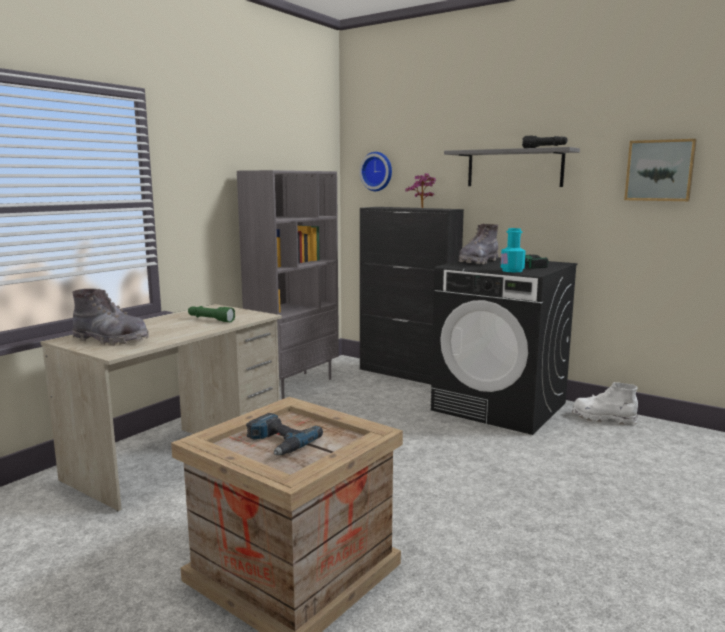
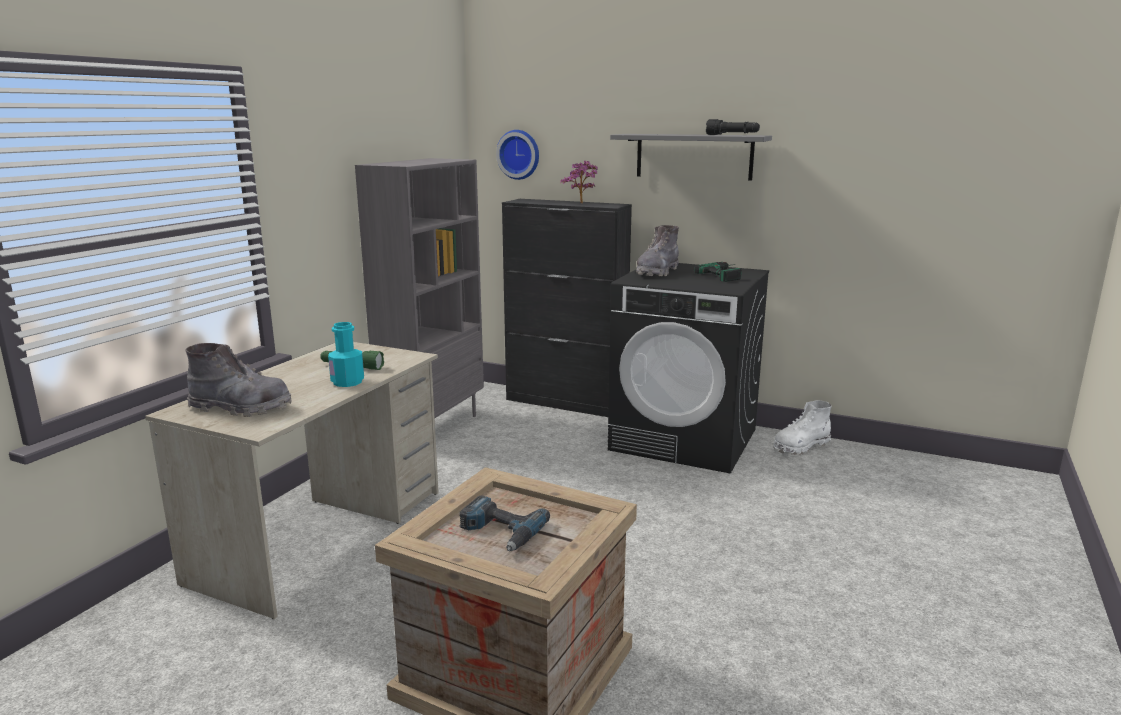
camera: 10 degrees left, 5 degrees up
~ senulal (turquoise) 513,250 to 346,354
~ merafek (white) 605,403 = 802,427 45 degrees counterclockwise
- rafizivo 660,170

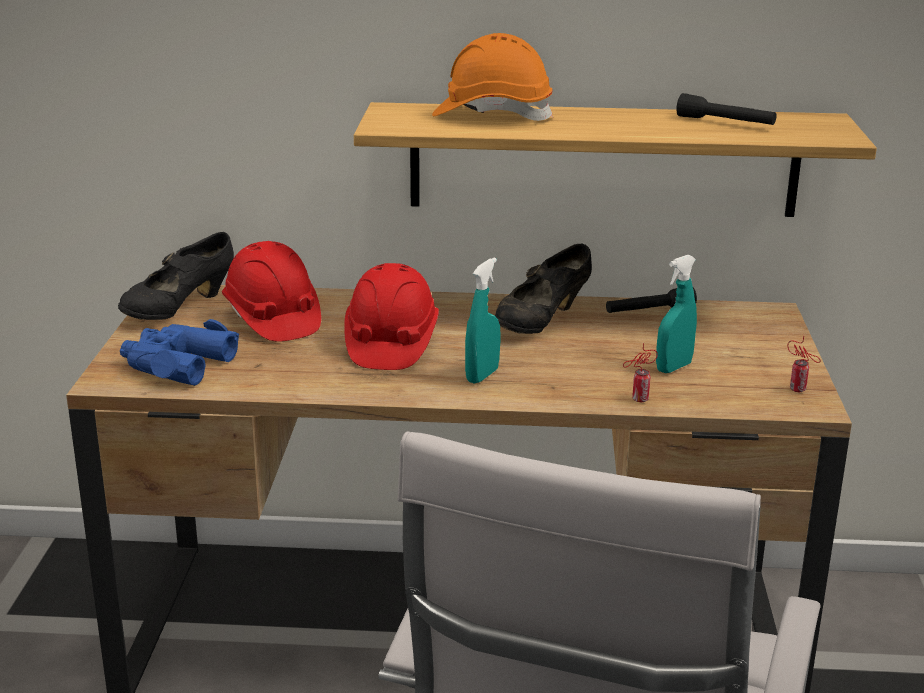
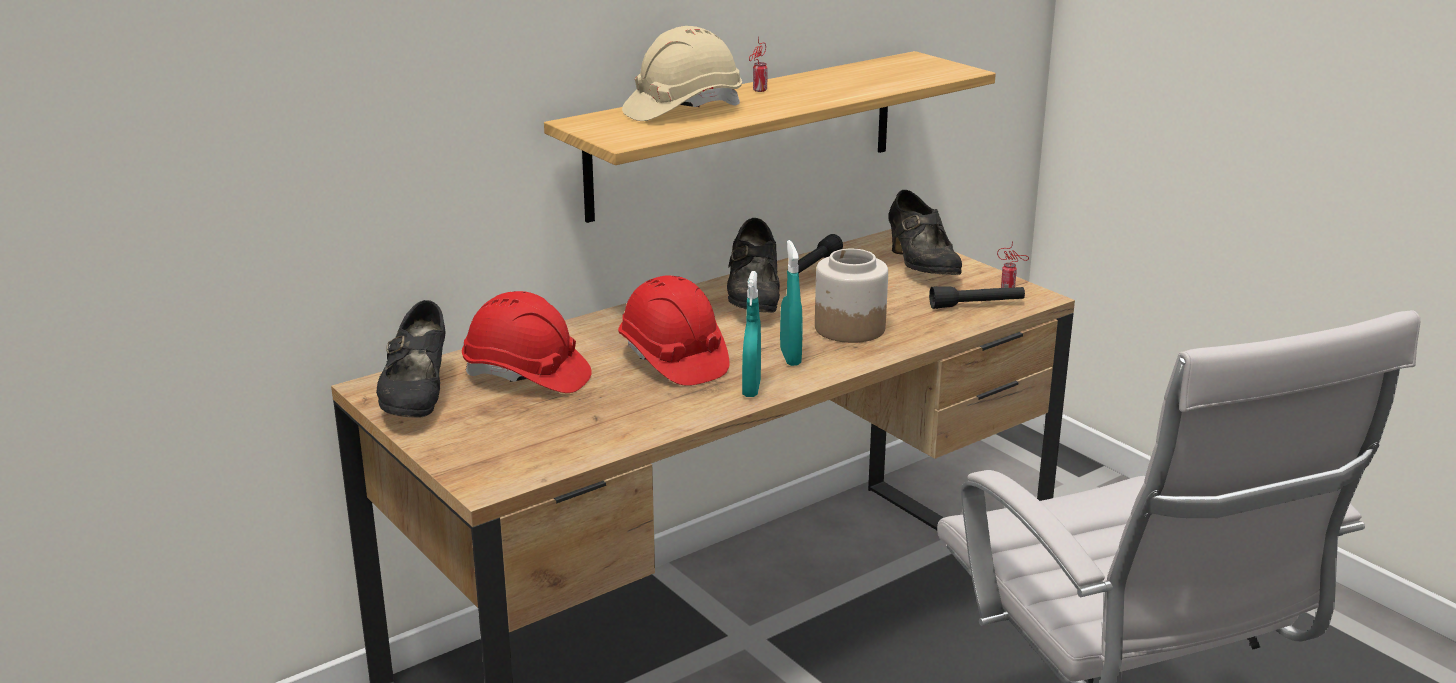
camera: 40 degrees left, 0 degrees up
~ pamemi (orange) 492,77 to pamemi (beige) 682,73
~ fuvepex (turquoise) 676,314 to 751,334
~ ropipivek 640,372 to 758,64
+ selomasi 851,296
+ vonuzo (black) 925,232
~ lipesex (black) 726,109 to 977,297
- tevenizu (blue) 179,352

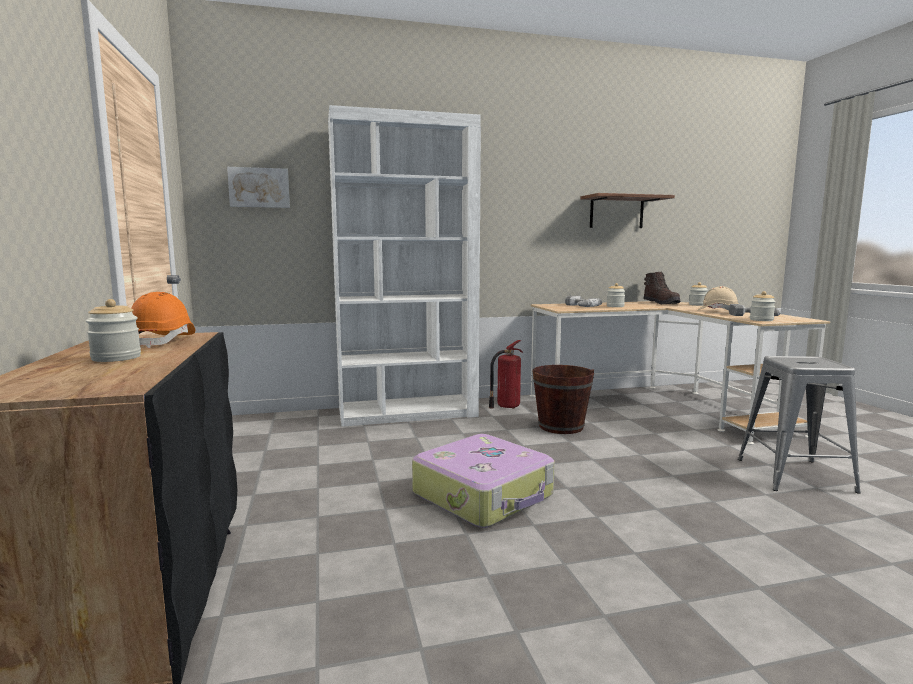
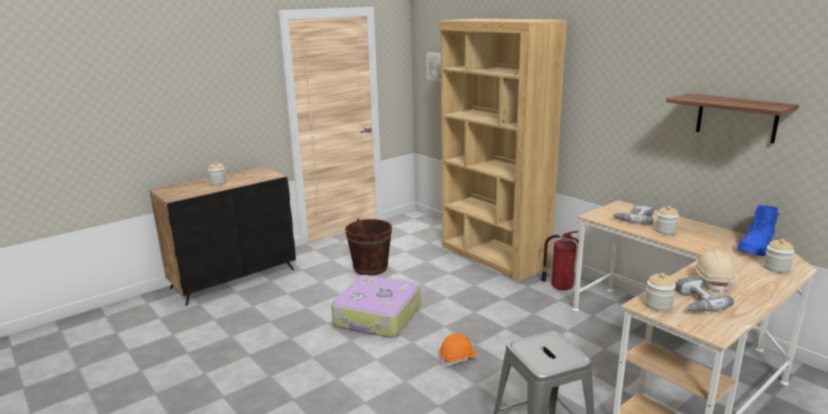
camera: 65 degrees right, 10 degrees up
~ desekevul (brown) 563,399 to 368,247
~ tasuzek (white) 404,266 to tasuzek (brown) 503,150
~ pamemi (orange) 163,320 to 458,349
~ merafek (brown) 662,288 to merafek (blue) 758,230

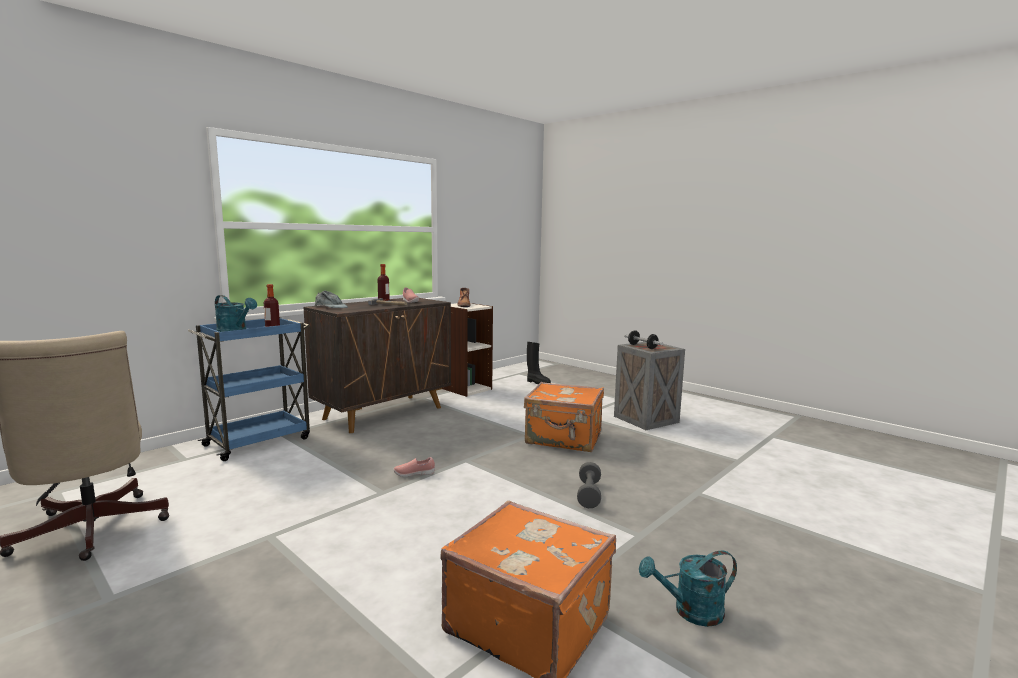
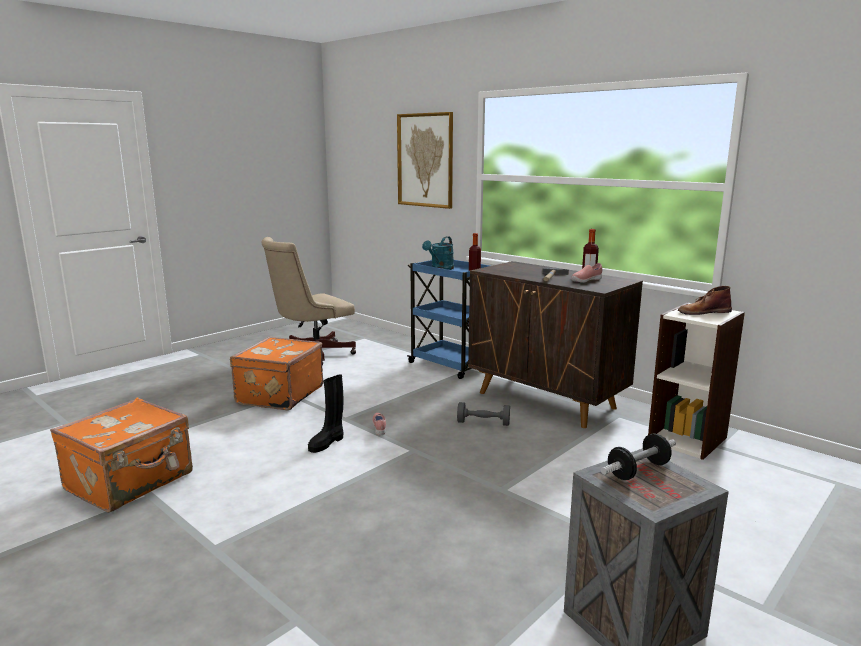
camera: 90 degrees right, 5 degrees up
~ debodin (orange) 564,417 to 276,373
~ merafek (black) 539,363 to 325,413
+ rafizivo 425,160
~ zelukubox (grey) 589,485 to 483,414
- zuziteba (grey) 331,299
- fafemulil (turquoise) 688,588

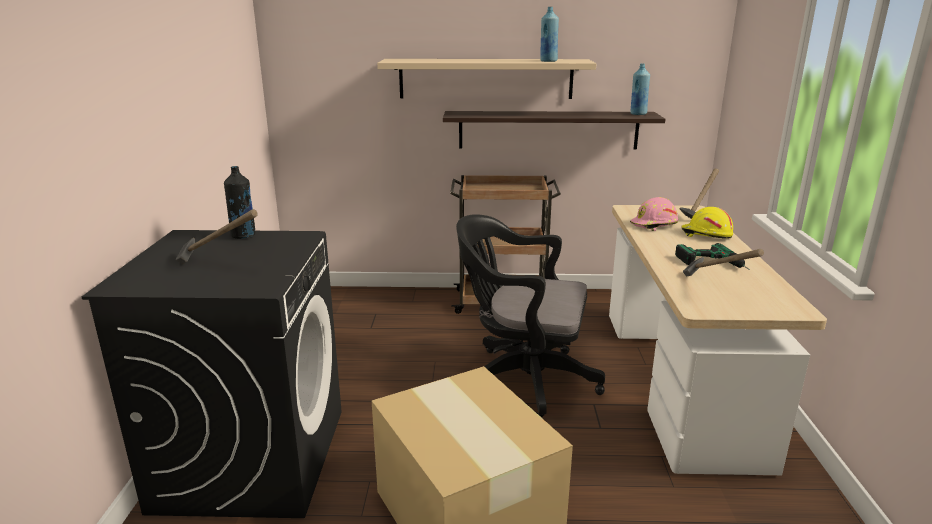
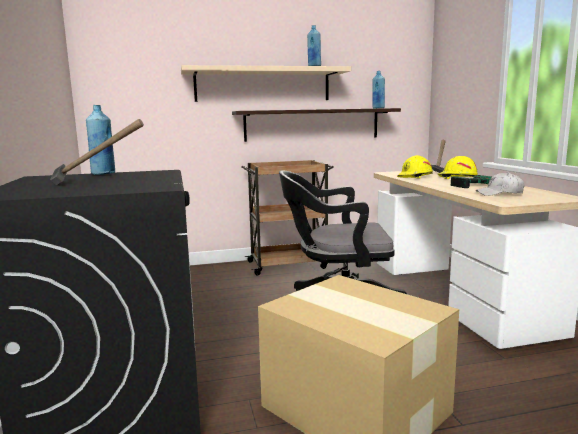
camera: 15 degrees left, 10 degrees down
~ senulal (black) 239,202 to senulal (blue) 100,140
~ pamemi (pink) 654,214 to pamemi (yellow) 415,167
~ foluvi 723,263 to zuziteba (white) 500,184

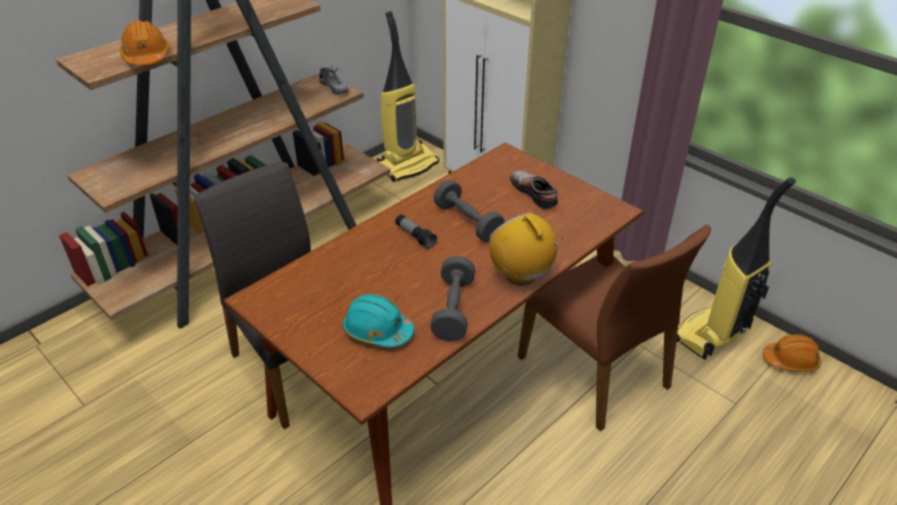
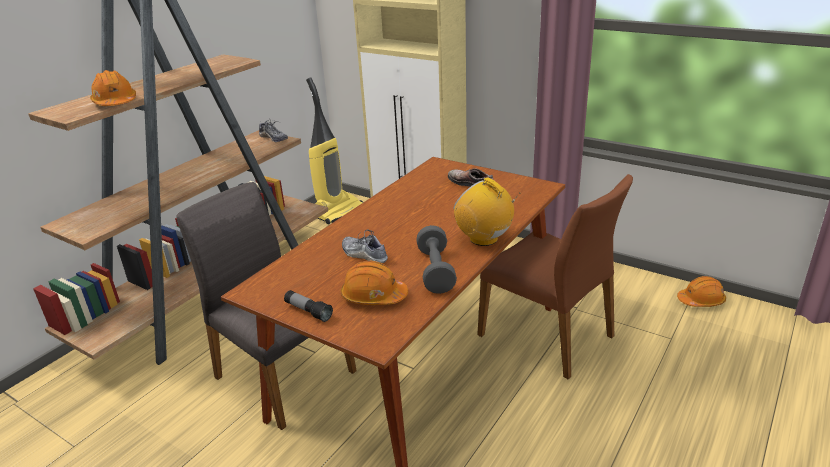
camera: 10 degrees left, 10 degrees down
~ lipesex 416,231 to 308,306
~ pamemi (turquoise) 378,320 to pamemi (orange) 374,283
+ vonuzo 365,246
- zelukubox (grey) 469,211
- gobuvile 736,268

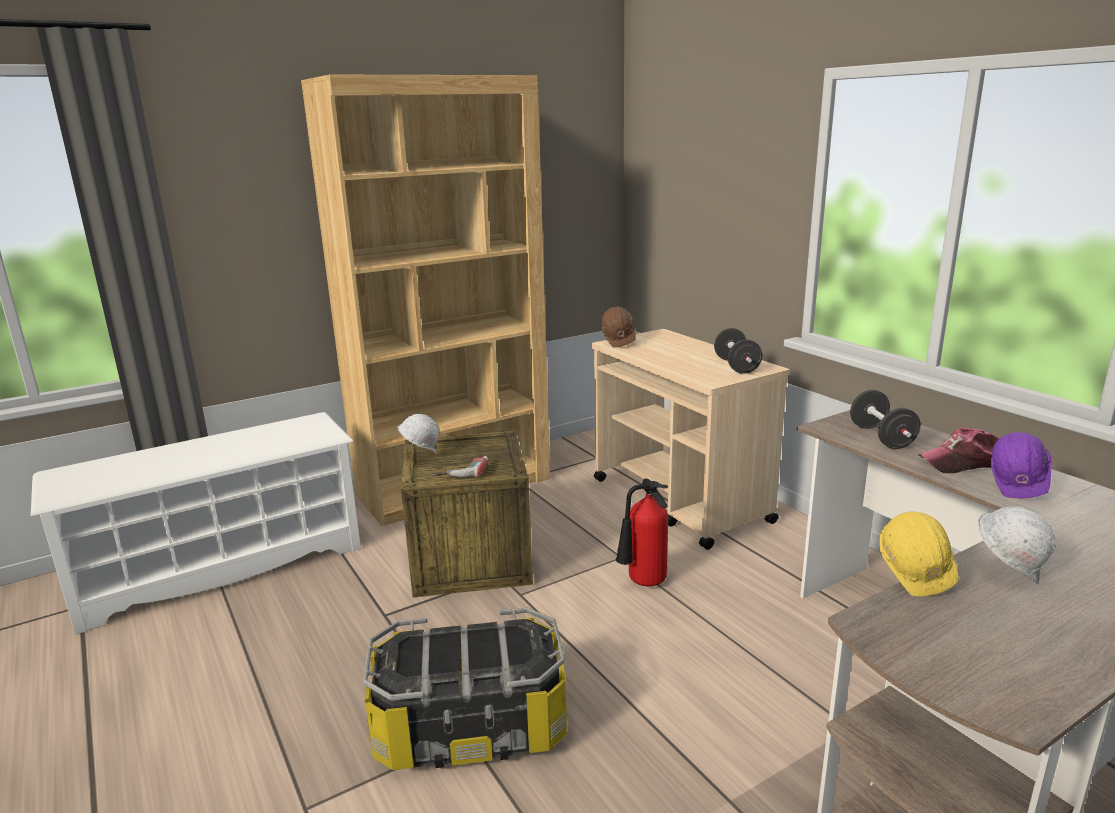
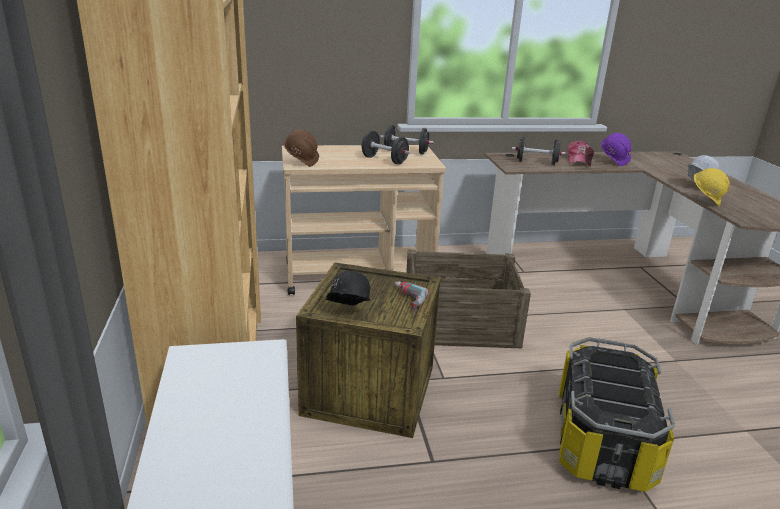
camera: 70 degrees left, 5 degrees up
~ pamemi (white) 418,434 to pamemi (black) 348,288
+ zelukubox (black) 385,148
~ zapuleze 642,532 to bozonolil 468,299

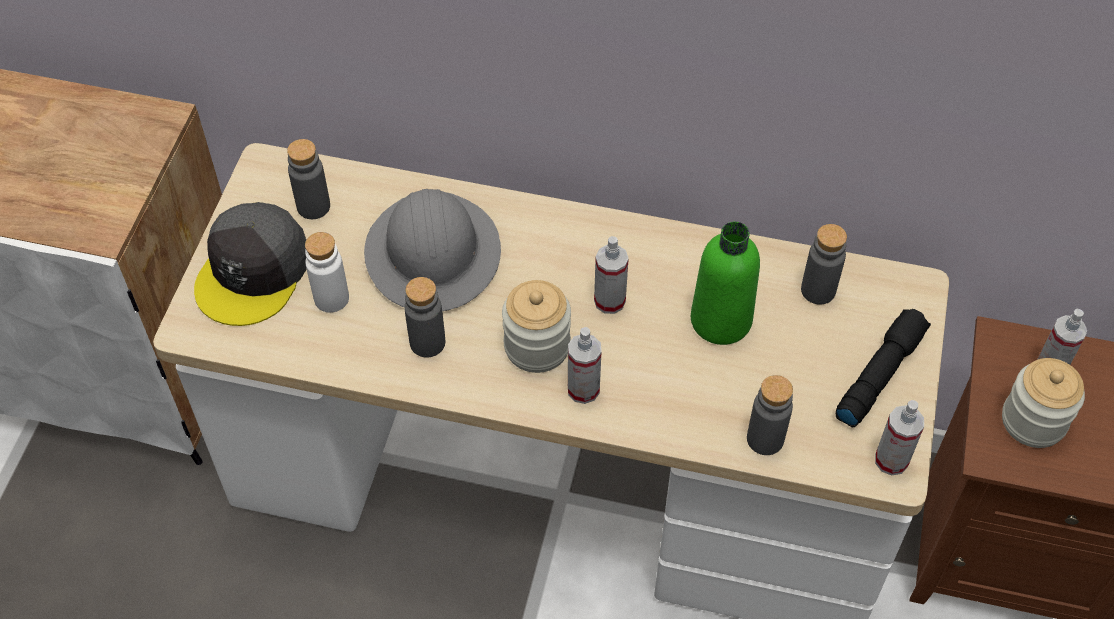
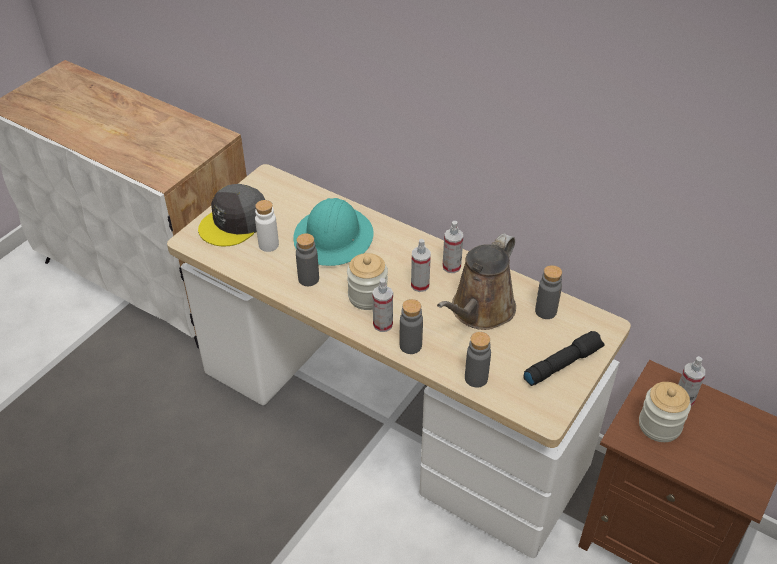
camera: 20 degrees right, 10 degrees down
~ pamemi (grey) 432,250 to pamemi (turquoise) 333,232
~ senulal (grey) 308,179 to 411,326
~ senulal (green) 725,283 to fafemulil (brown) 476,281
~ fuvepex 899,438 to 453,247

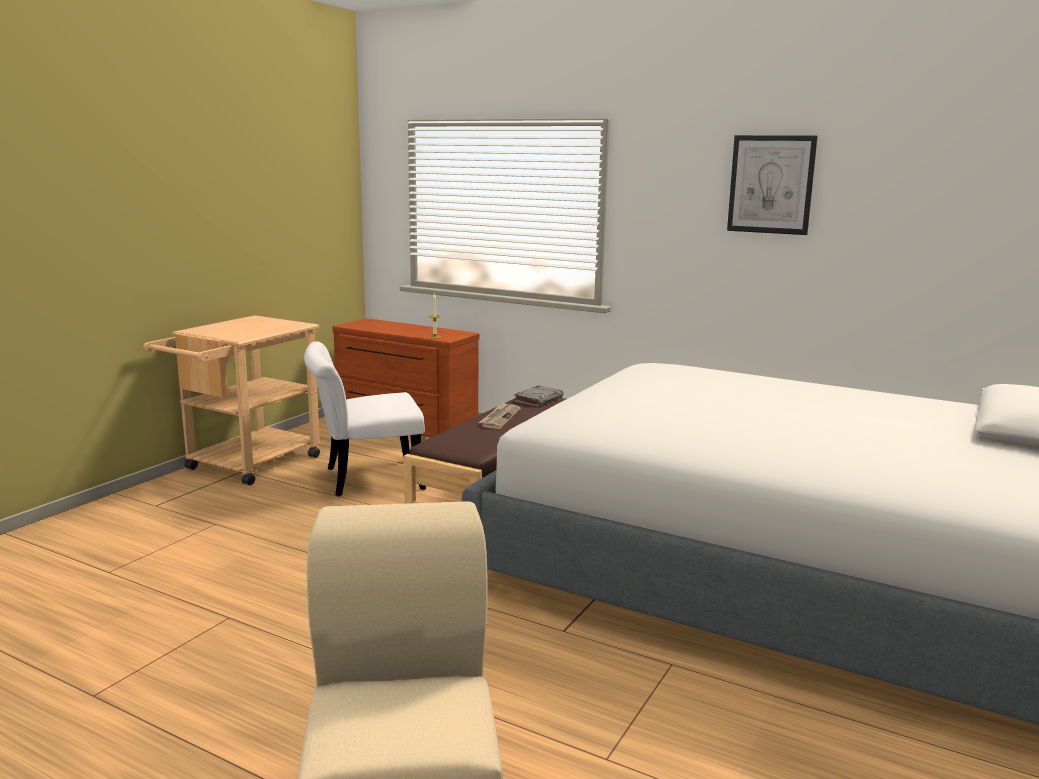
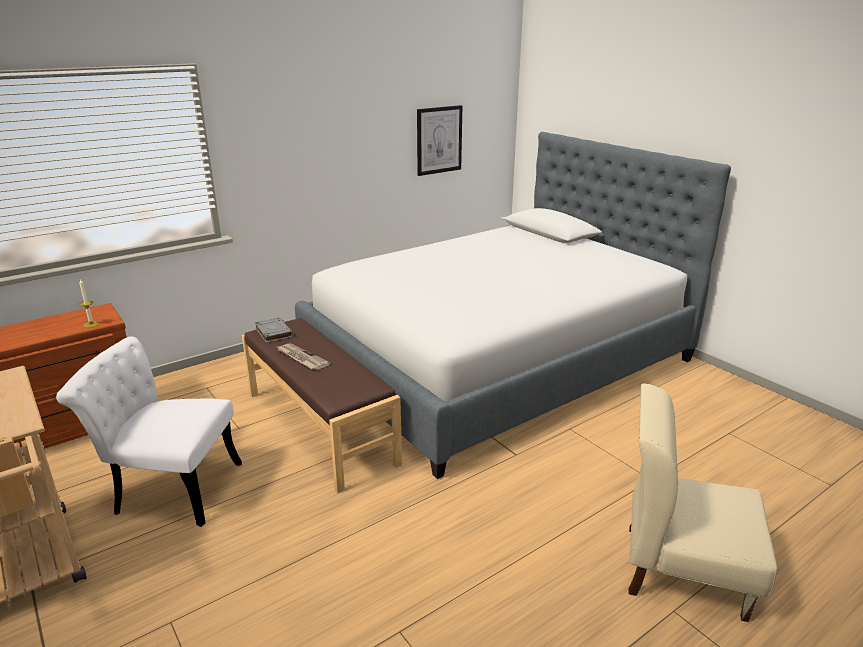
camera: 65 degrees left, 10 degrees up
~ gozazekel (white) 365,418 = 149,431 90 degrees clockwise
~ rafizivo 772,185 to 439,140

